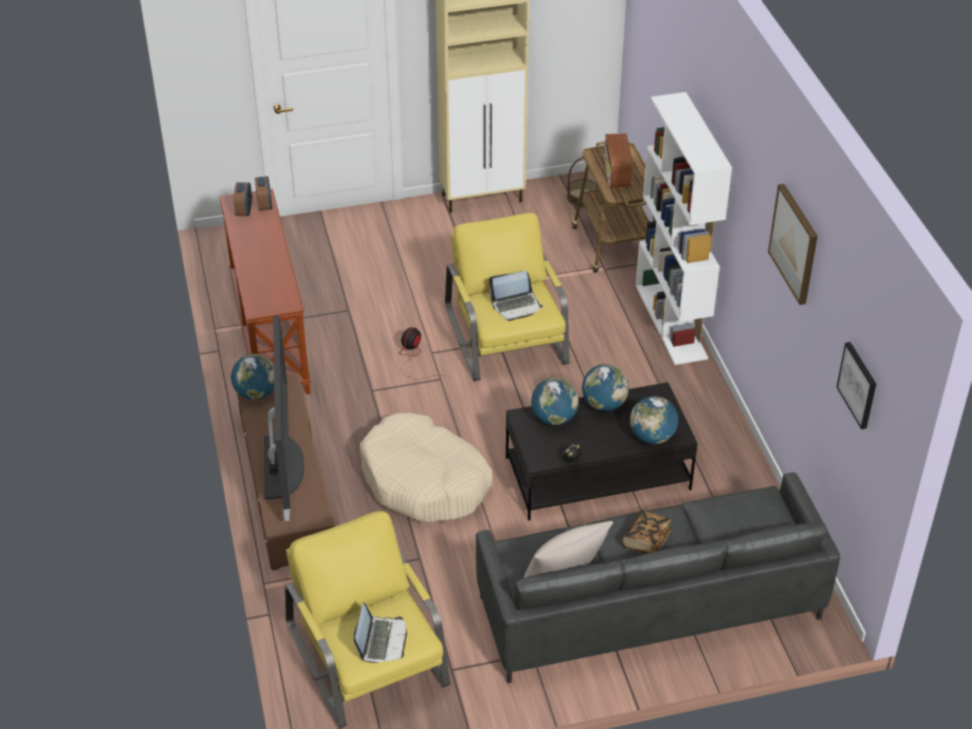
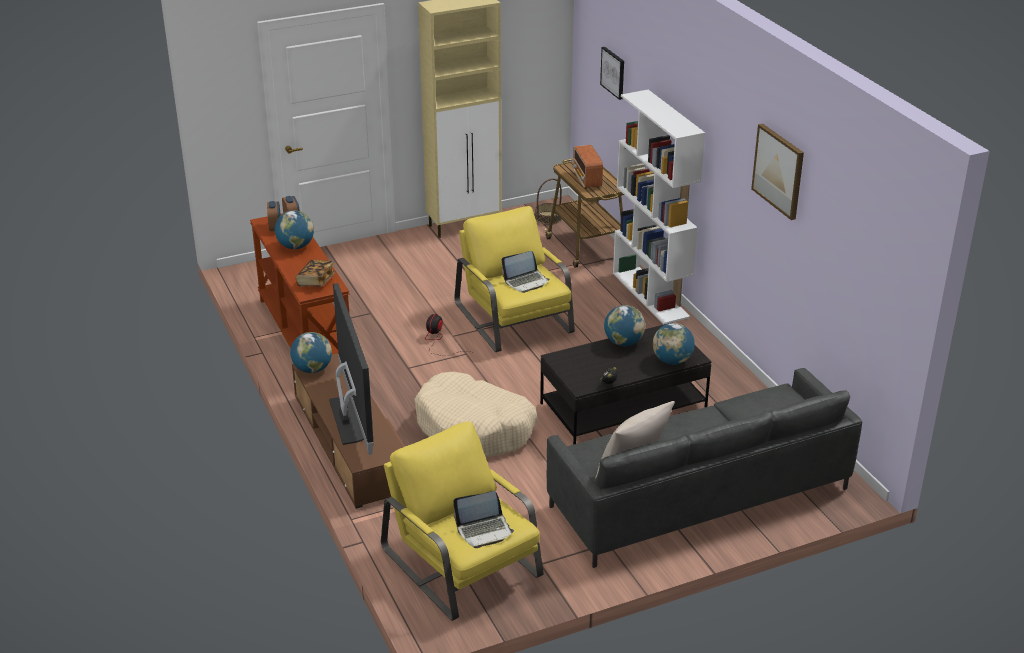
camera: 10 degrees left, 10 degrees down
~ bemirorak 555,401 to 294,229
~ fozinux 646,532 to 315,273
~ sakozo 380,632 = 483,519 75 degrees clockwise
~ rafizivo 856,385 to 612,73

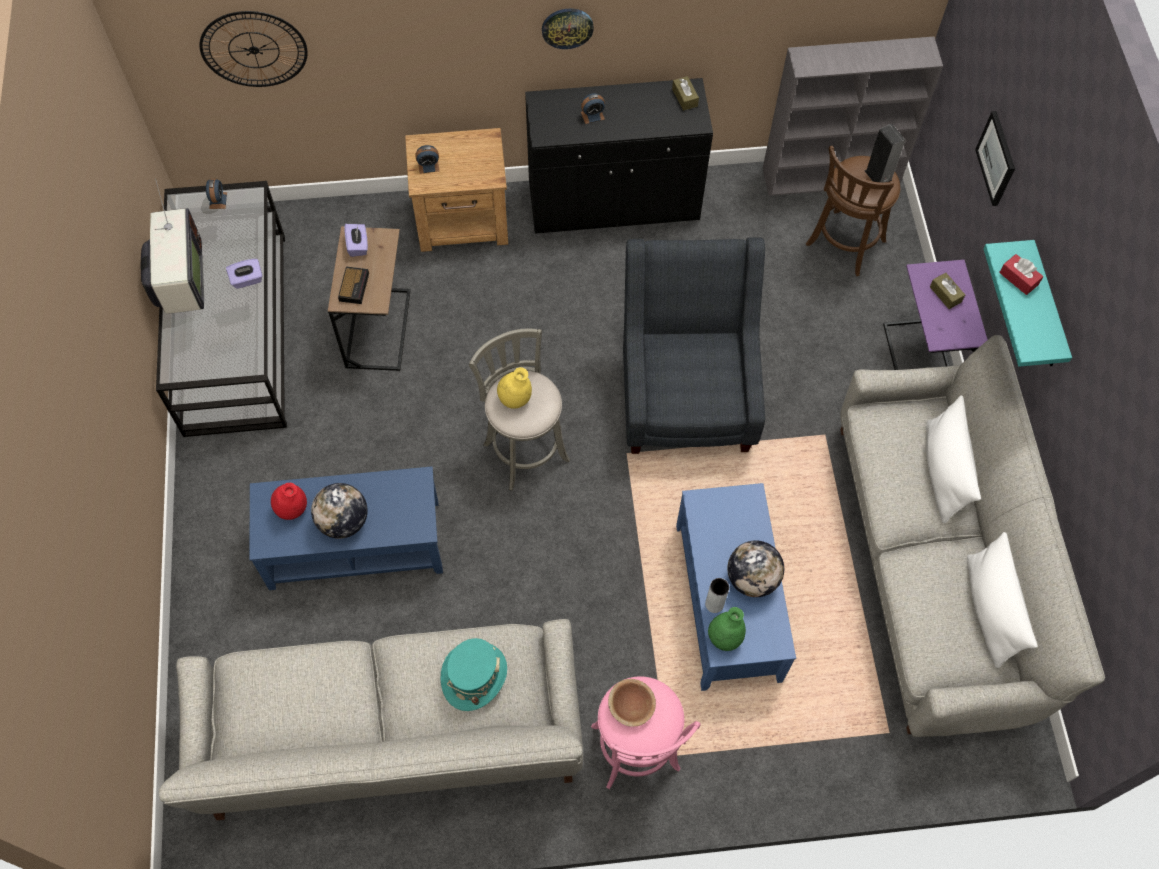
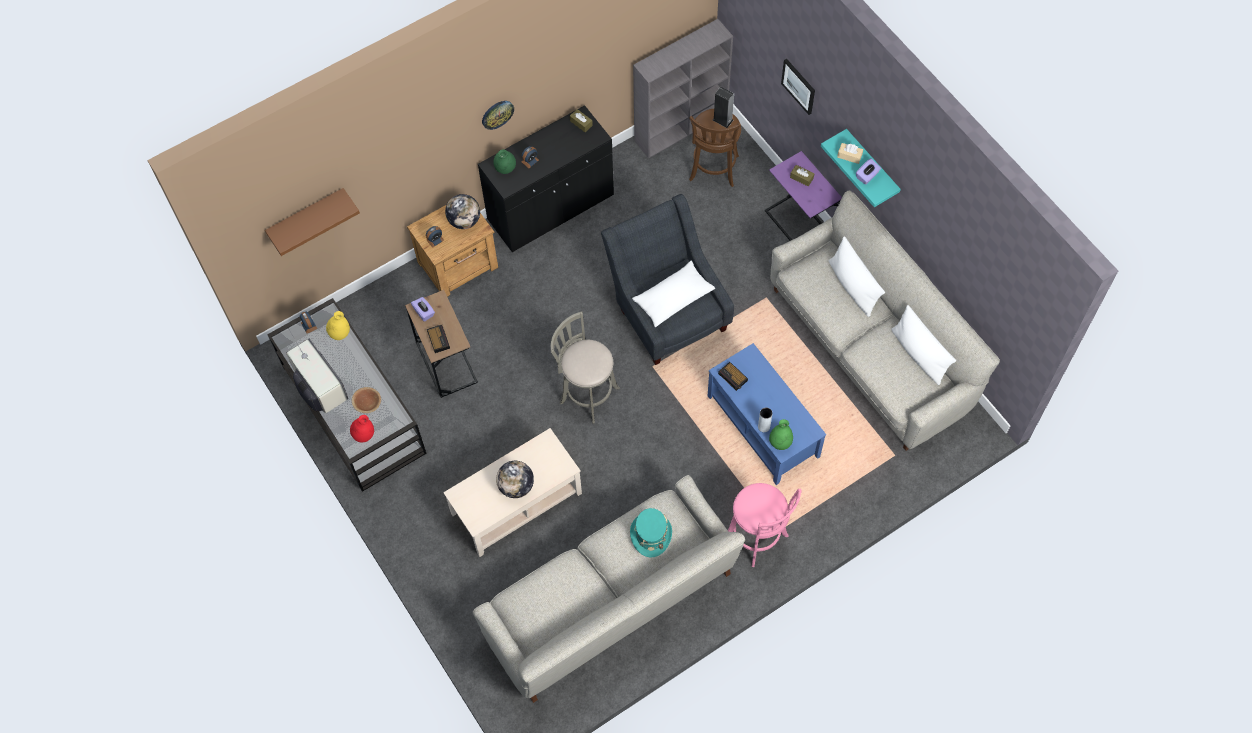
camera: 25 degrees left, 0 degrees up
~ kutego 254,49 to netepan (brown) 312,222
~ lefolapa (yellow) 514,388 to 338,325
~ lefolapa (red) 289,501 to 362,428
~ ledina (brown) 632,703 to 366,400
~ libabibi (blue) 346,528 to libabibi (beige) 512,492
~ bemirorak 755,568 to 462,211
+ lefolapa (green) 504,161
+ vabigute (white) 673,294
+ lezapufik 733,376
~ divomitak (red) 1021,274 to divomitak (beige) 850,153
~ divomitak (purple) 244,274 to 868,171

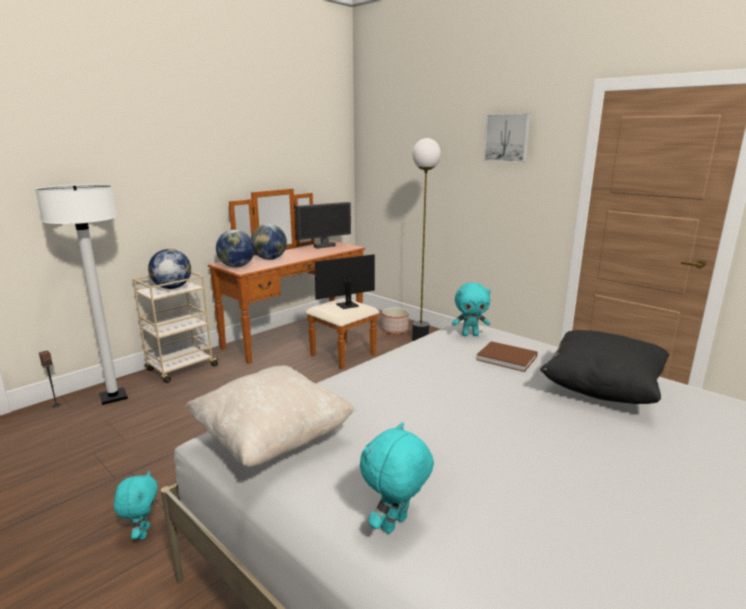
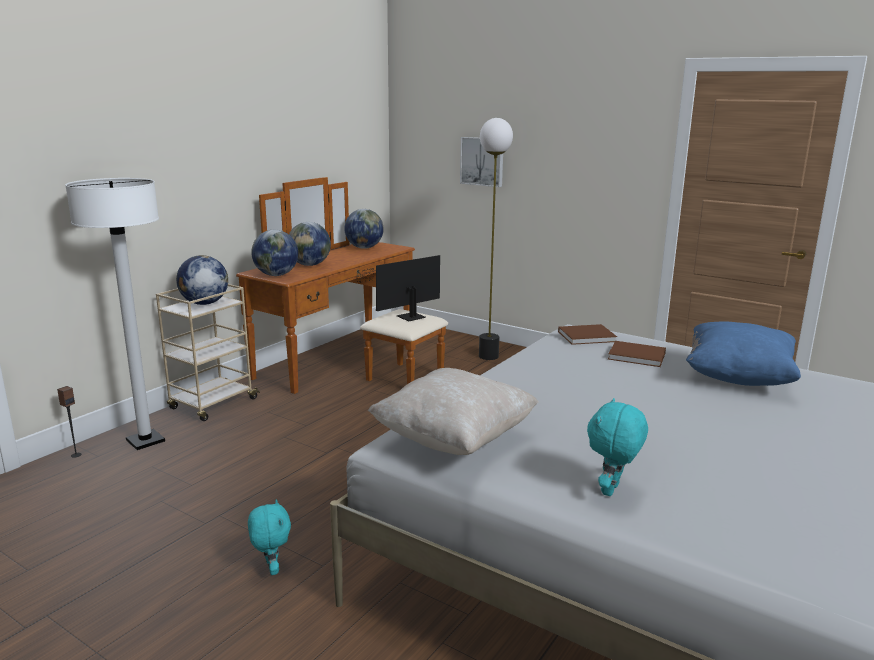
camera: 10 degrees left, 0 degrees up
~ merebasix 323,225 to bemirorak 364,229
~ rafizivo 507,138 to 481,162
~ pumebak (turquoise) 471,309 to fozinux (brown) 587,334
~ vabigute (black) 604,367 to vabigute (blue) 743,353
- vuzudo 395,321

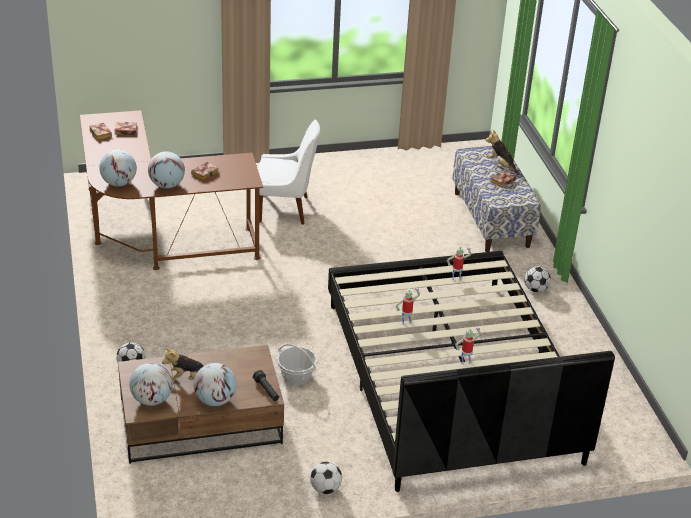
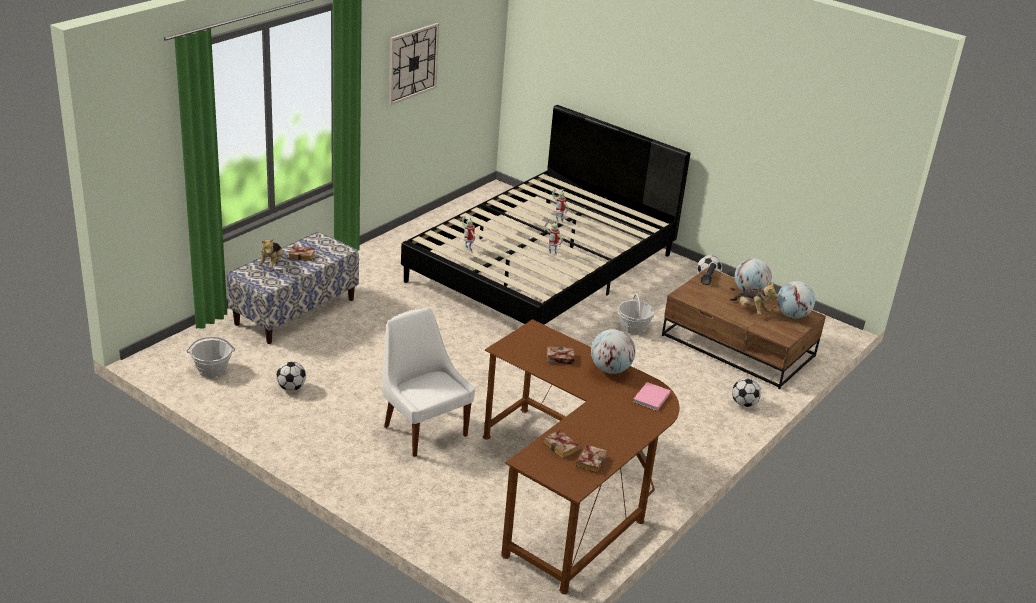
camera: 130 degrees left, 5 degrees down
+ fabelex 211,356
~ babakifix 537,279 to 291,376
+ kutego 414,64
~ bemirorak 118,167 to fozinux (pink) 652,396

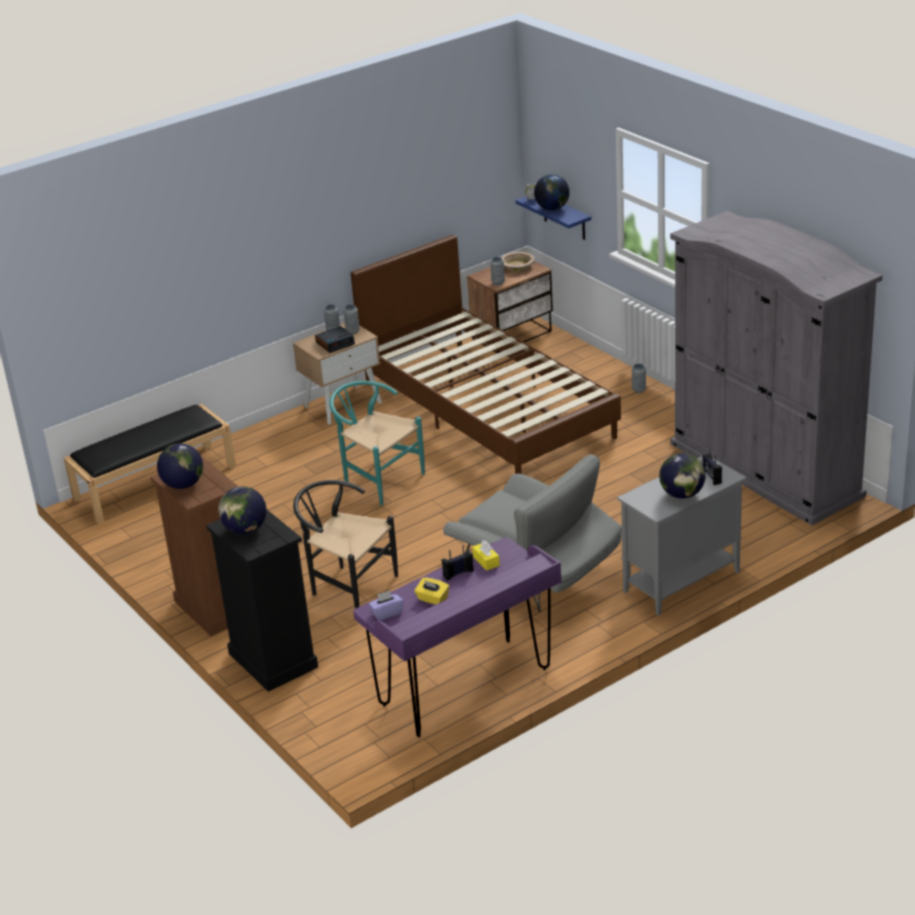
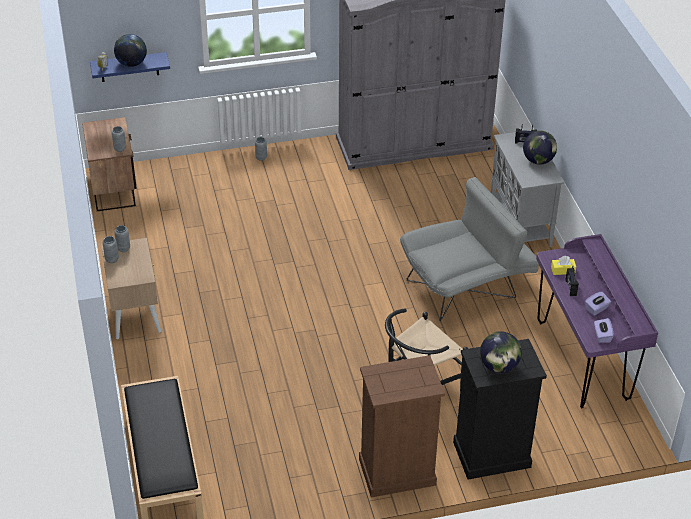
camera: 70 degrees left, 10 degrees up
~ divomitak (yellow) 431,591 to divomitak (purple) 598,303
- bemirorak 180,466
- lezapufik 335,339
- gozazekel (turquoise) 377,443
- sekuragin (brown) 486,354
- ledina (beige) 518,262

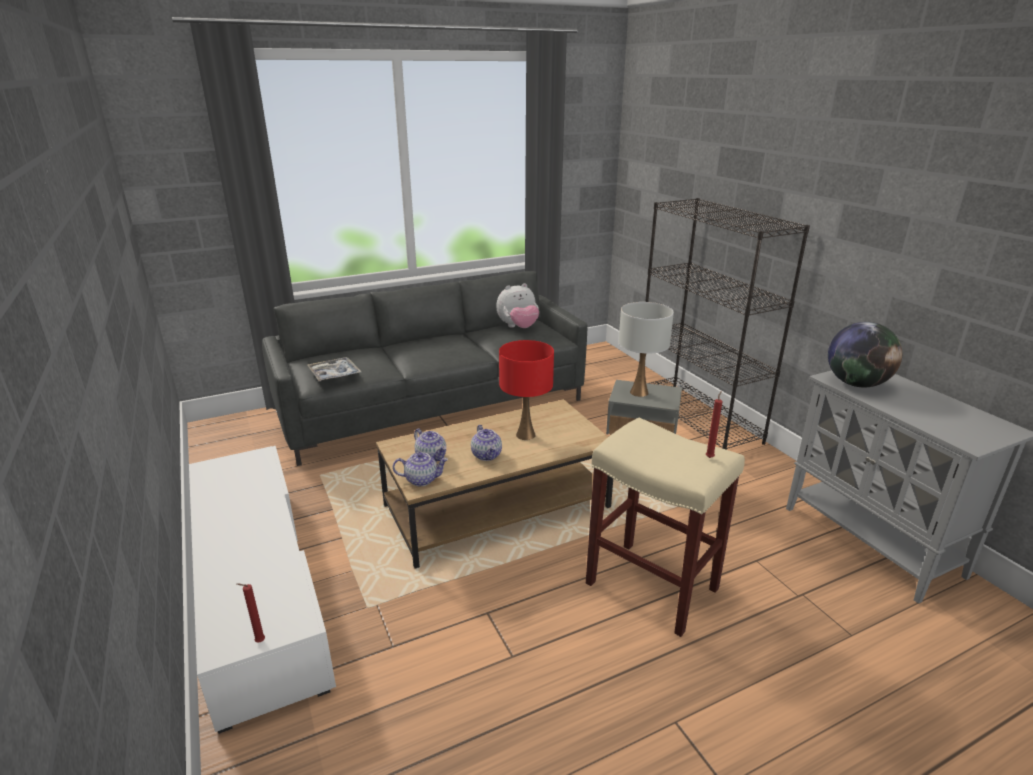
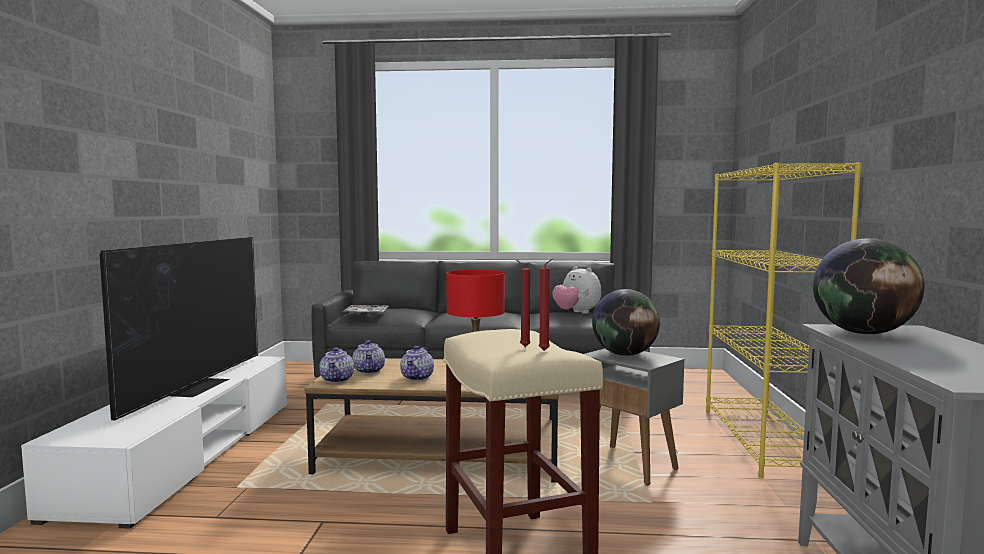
camera: 30 degrees right, 20 degrees down
+ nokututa 179,328
~ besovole 420,469 = 336,365 60 degrees clockwise
~ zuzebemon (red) 251,613 to 523,303
~ pumebak 517,305 = 577,290 45 degrees clockwise
~ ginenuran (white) 646,349 to bemirorak 626,322
~ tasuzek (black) 727,323 to tasuzek (yellow) 784,320

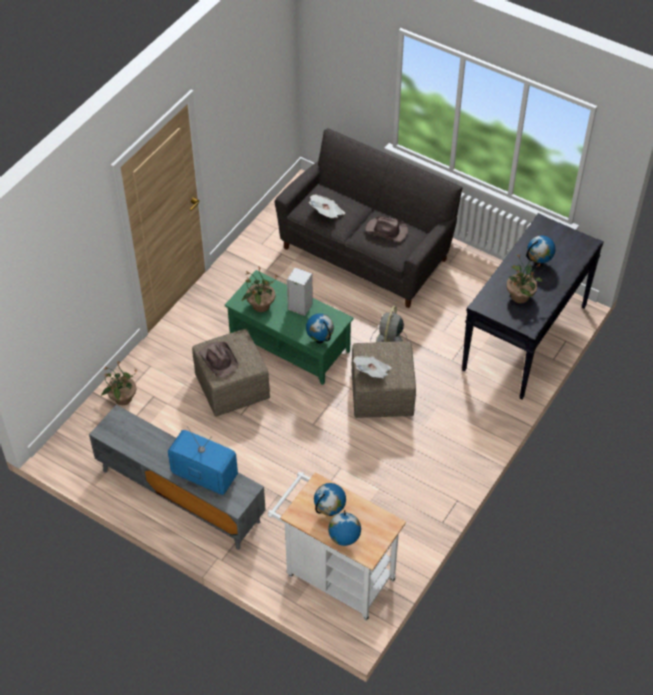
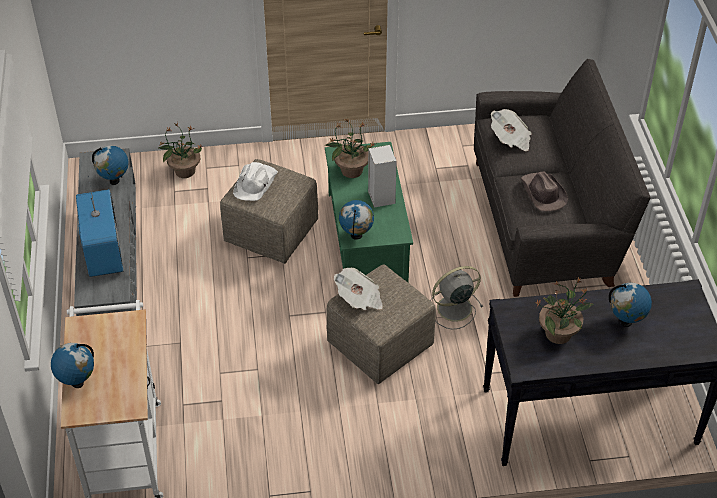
camera: 50 degrees right, 5 degrees down
~ bemirorak 330,499 to 110,165
~ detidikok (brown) 218,360 to detidikok (white) 255,181

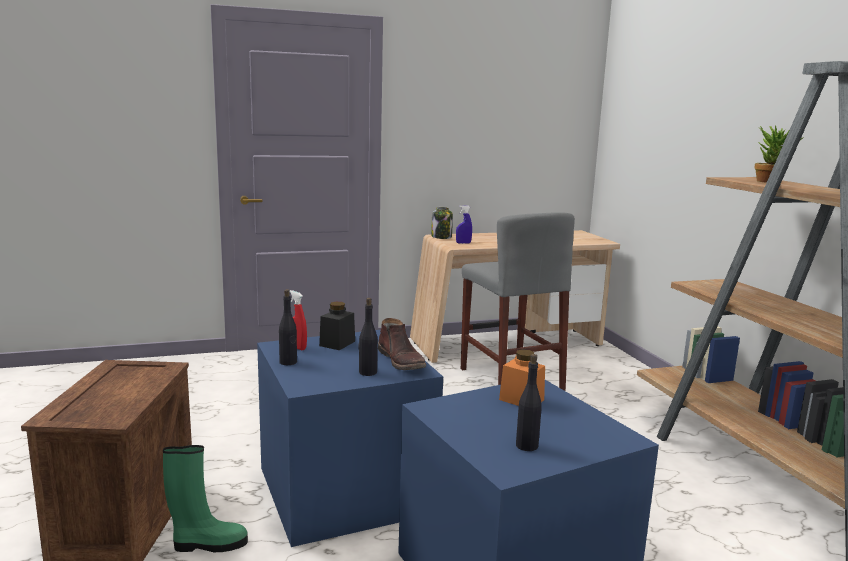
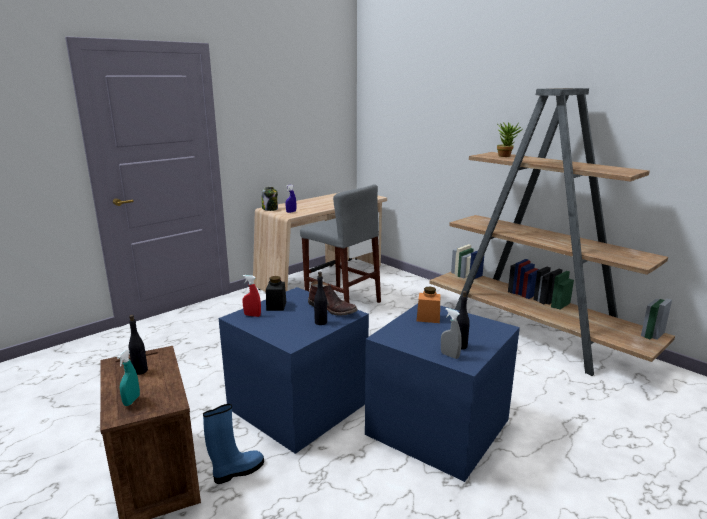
camera: 25 degrees left, 5 degrees up
+ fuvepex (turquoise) 128,378
~ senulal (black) 288,327 to 138,345
~ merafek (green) 205,498 to merafek (blue) 233,444
+ fuvepex (grey) 451,333

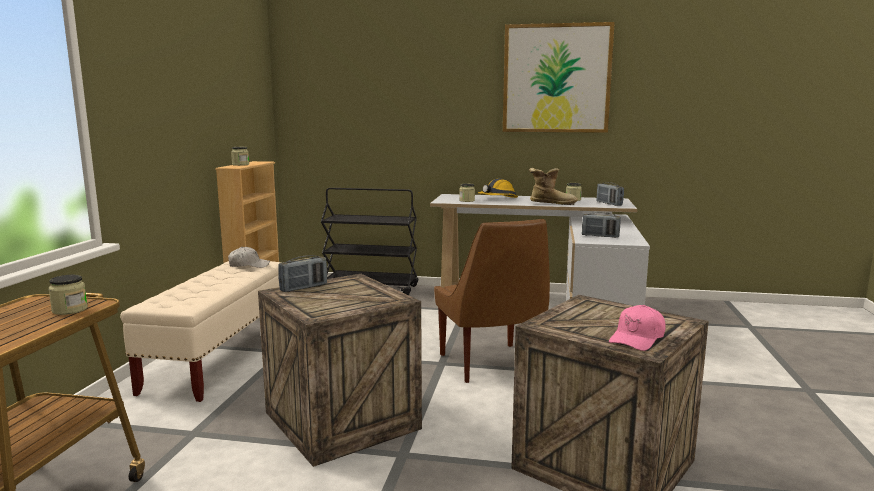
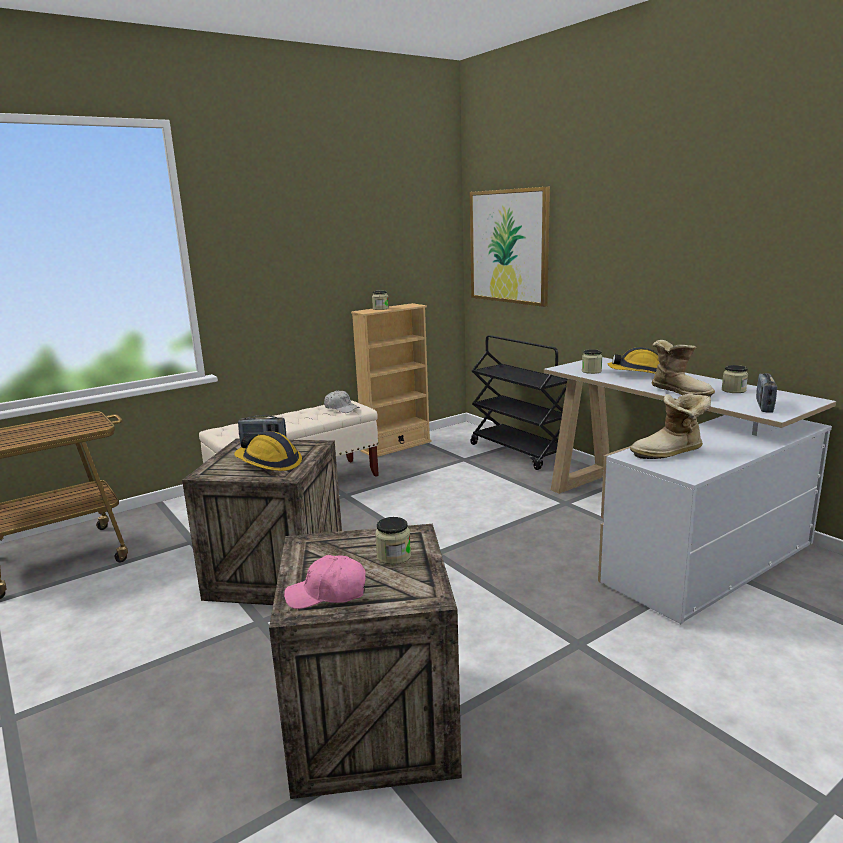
camera: 45 degrees right, 5 degrees up
+ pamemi 268,451
~ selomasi 68,295 to 393,541
~ rafizivo 559,77 to 510,247
~ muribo 601,225 to merafek 670,426
- gozazekel (brown) 492,301

